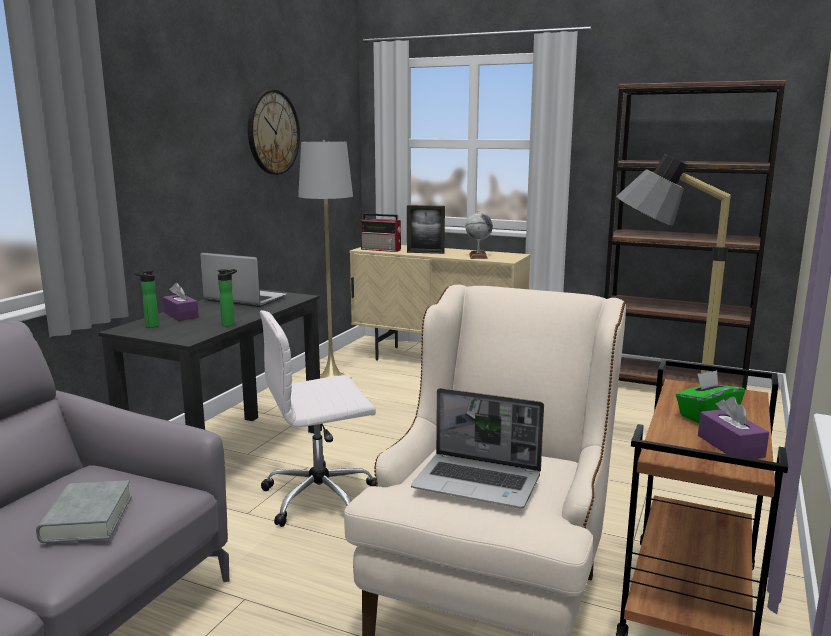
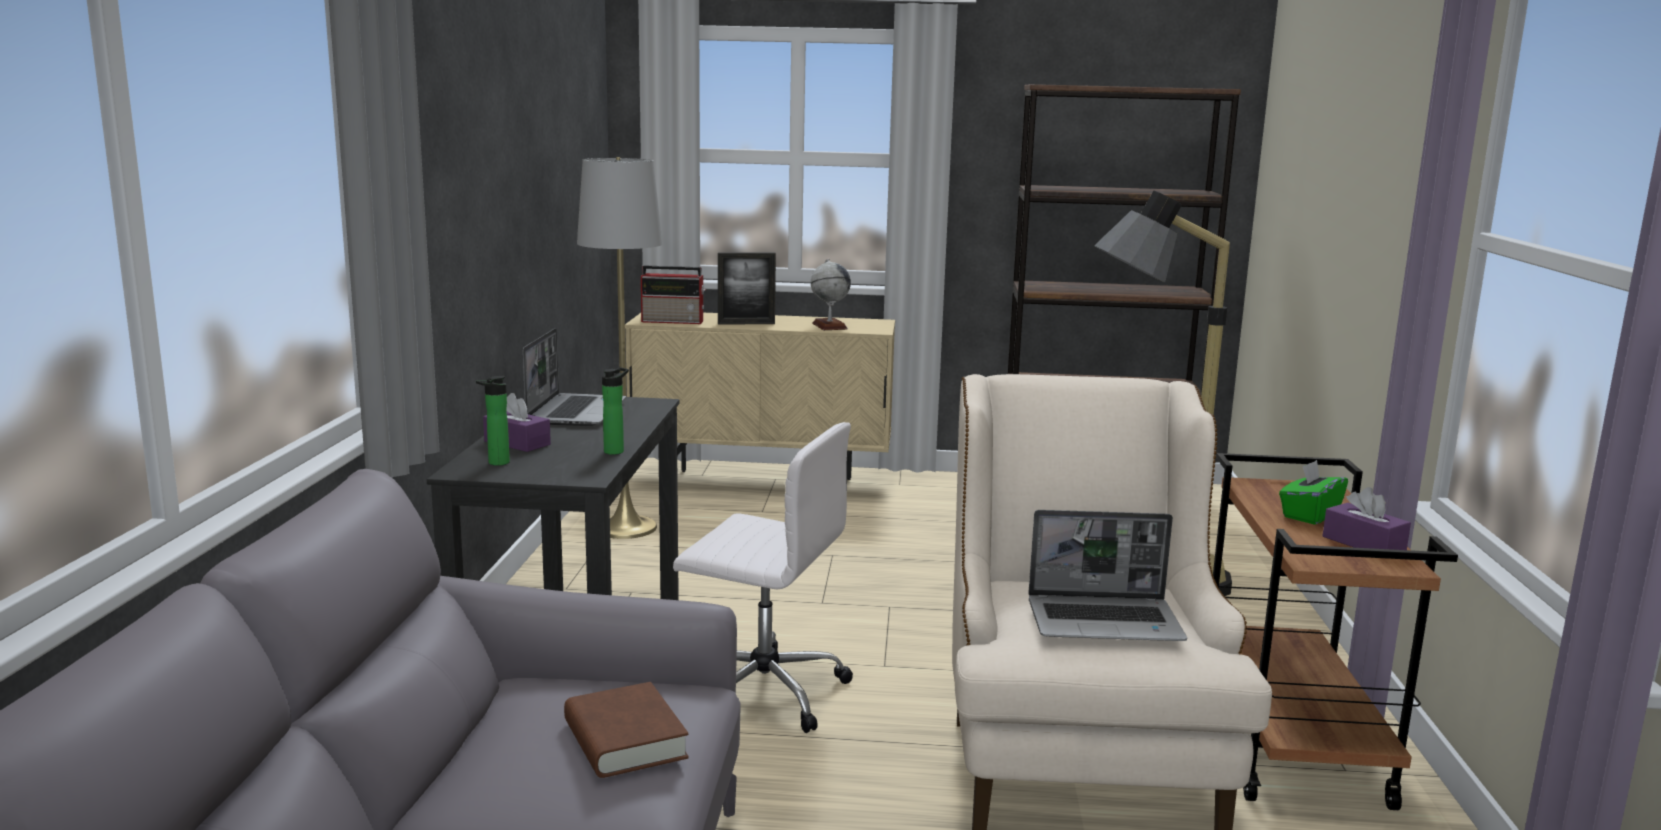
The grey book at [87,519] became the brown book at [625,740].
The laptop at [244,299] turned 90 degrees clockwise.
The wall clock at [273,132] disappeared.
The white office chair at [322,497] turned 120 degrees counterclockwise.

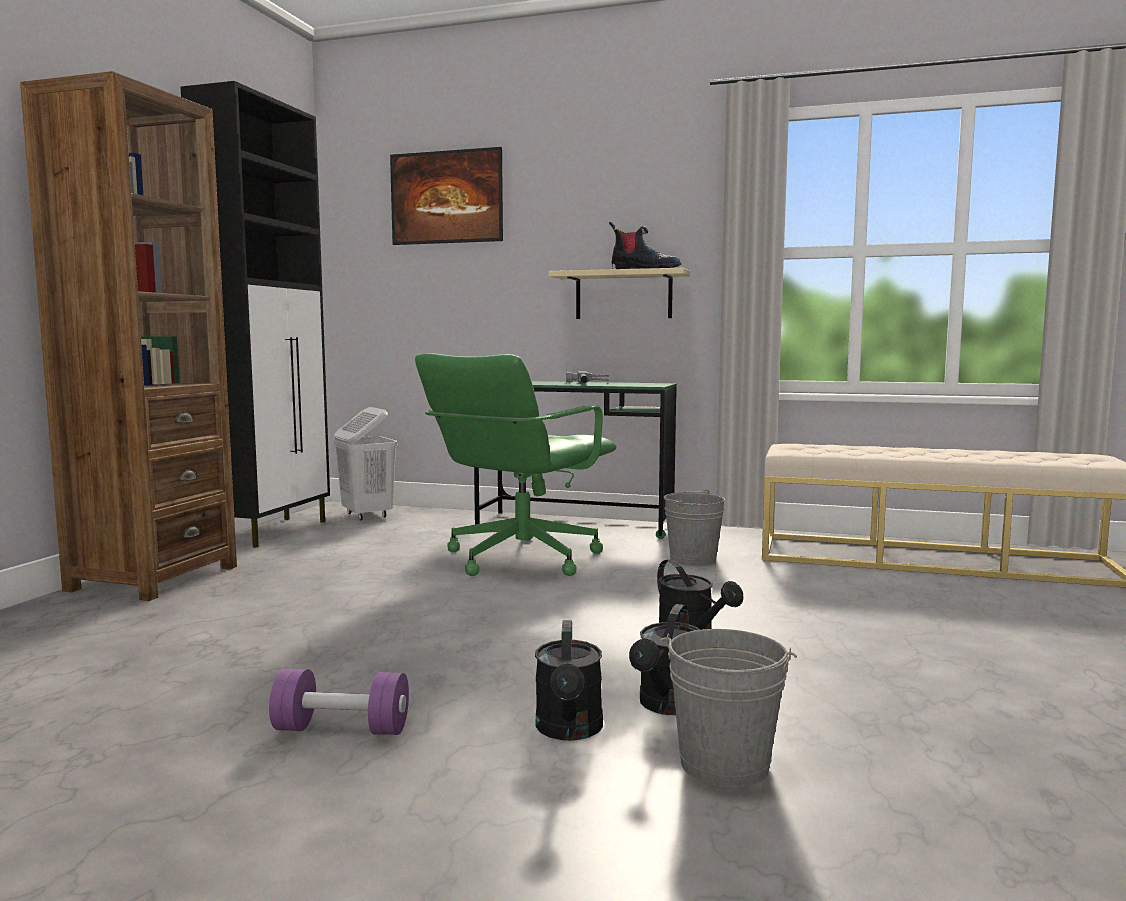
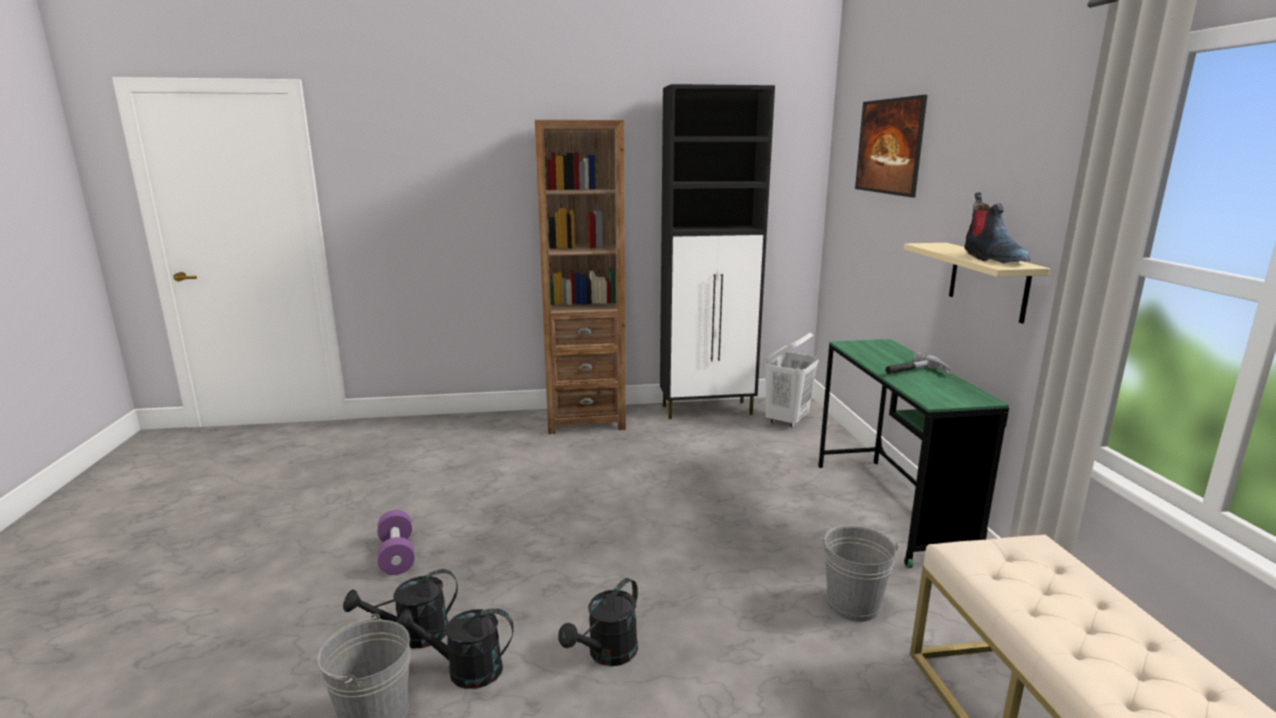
The green office chair at [520,559] disappeared.

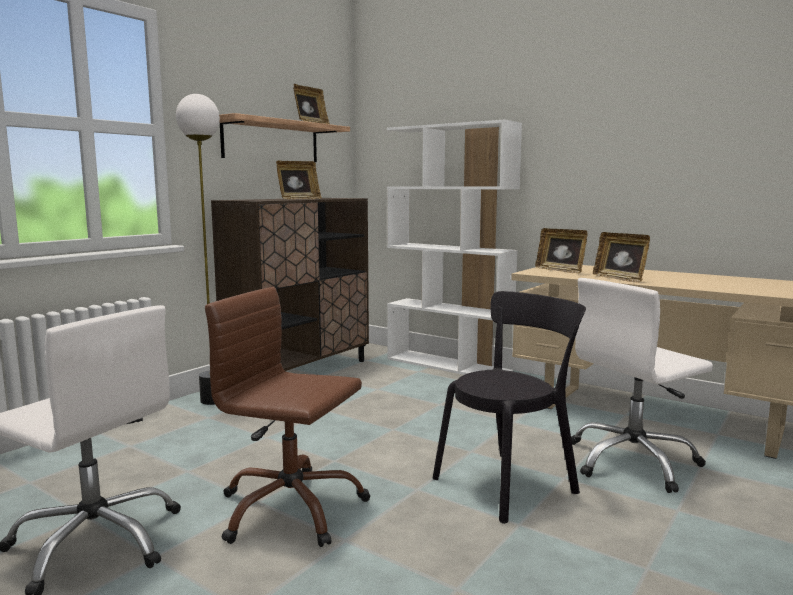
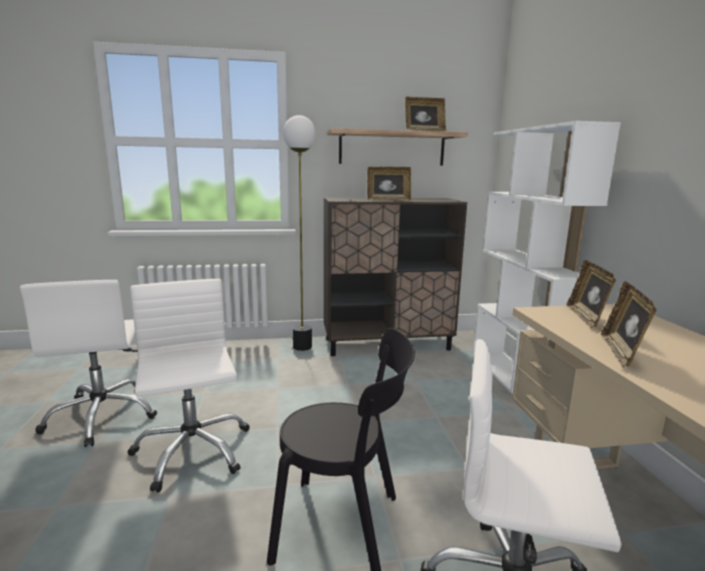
The brown office chair at [290,509] became the white office chair at [192,451].

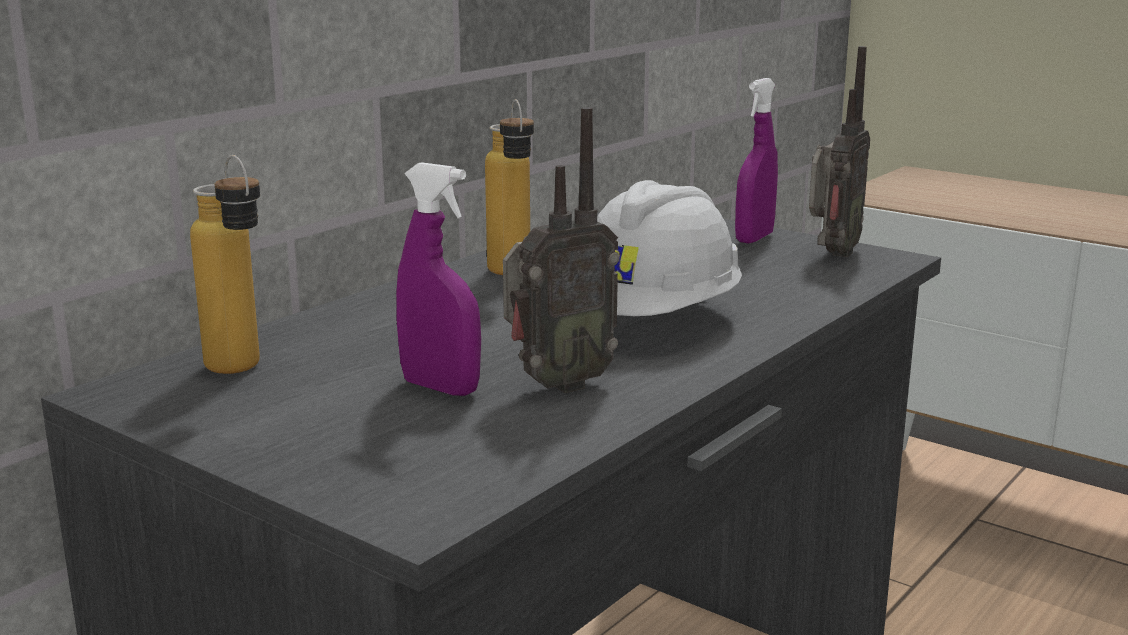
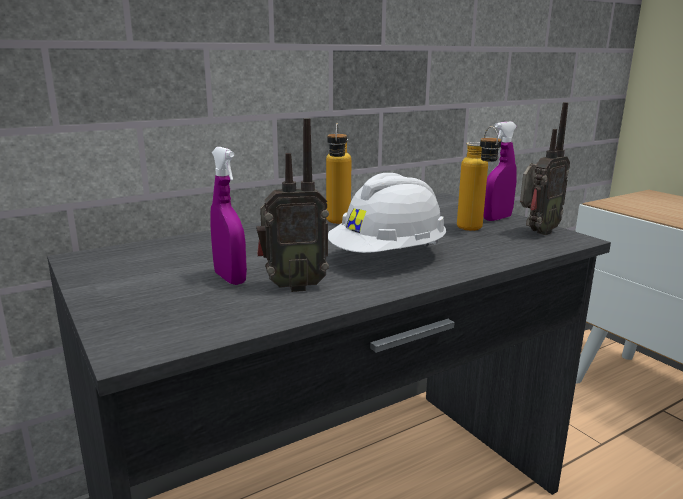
The bottle moved from [242,372] to [475,230].

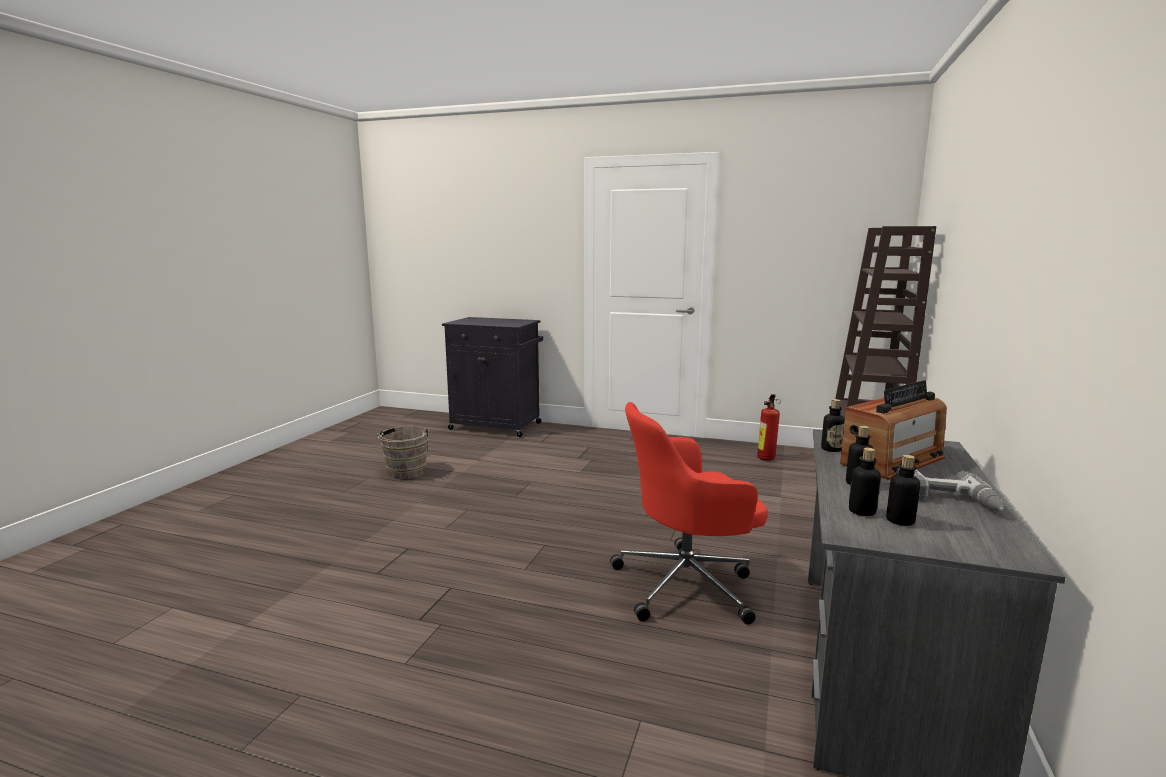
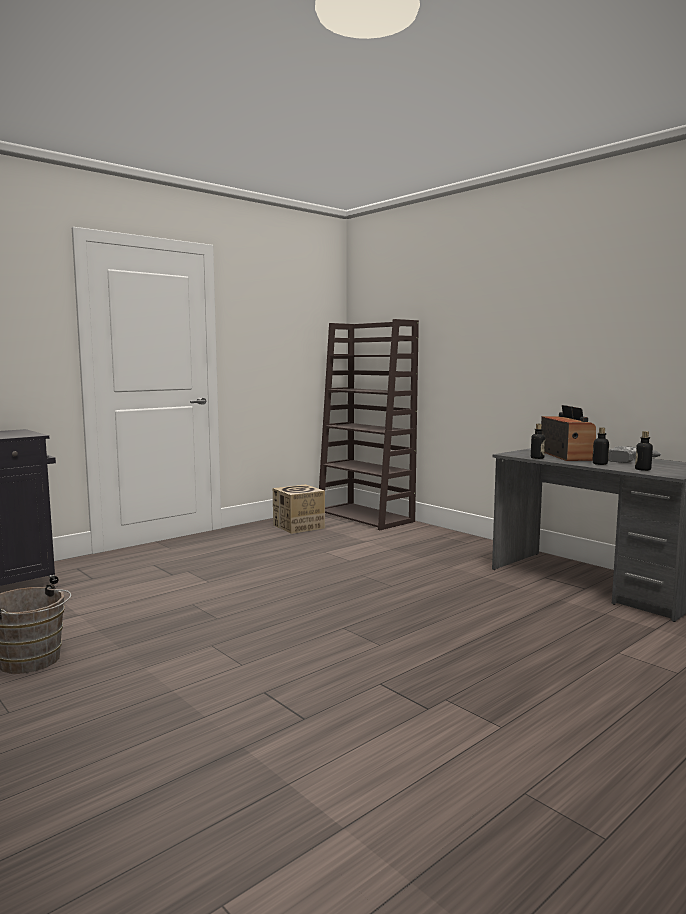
The red office chair at [687,585] disappeared.
The fire extinguisher at [766,459] was replaced by the cardboard box at [298,526].
The bottle at [900,521] disappeared.

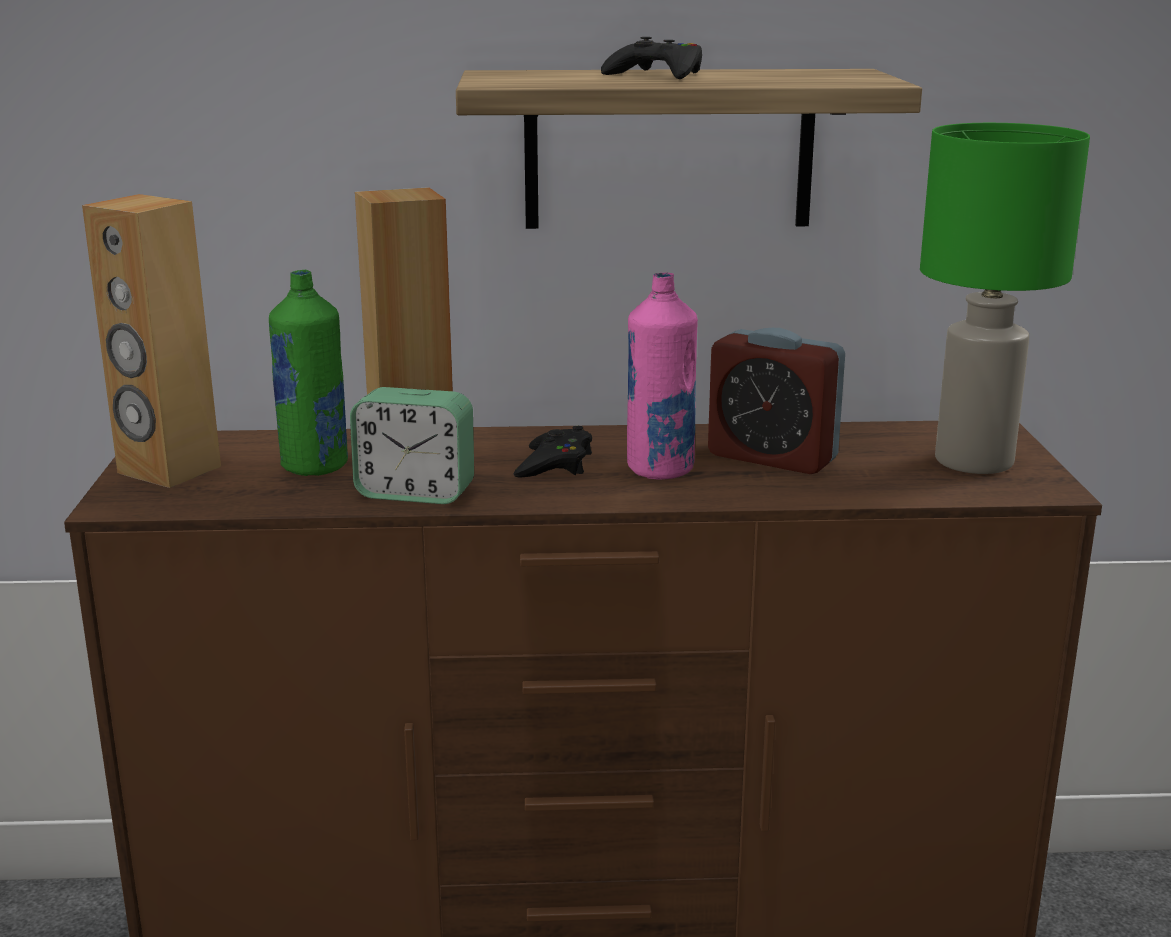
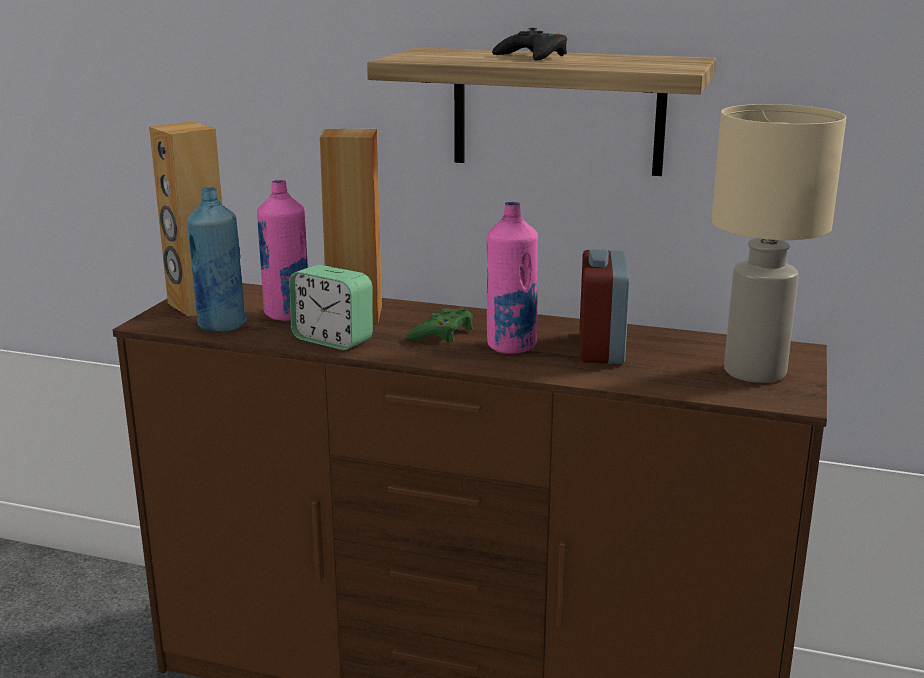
The green bottle at [314,466] became the pink bottle at [287,314].
The black game controller at [555,464] became the green game controller at [442,333].
The alarm clock at [772,457] turned 45 degrees clockwise.
The green table lamp at [971,461] became the beige table lamp at [753,371].
The blue bottle at [221,325] appeared.

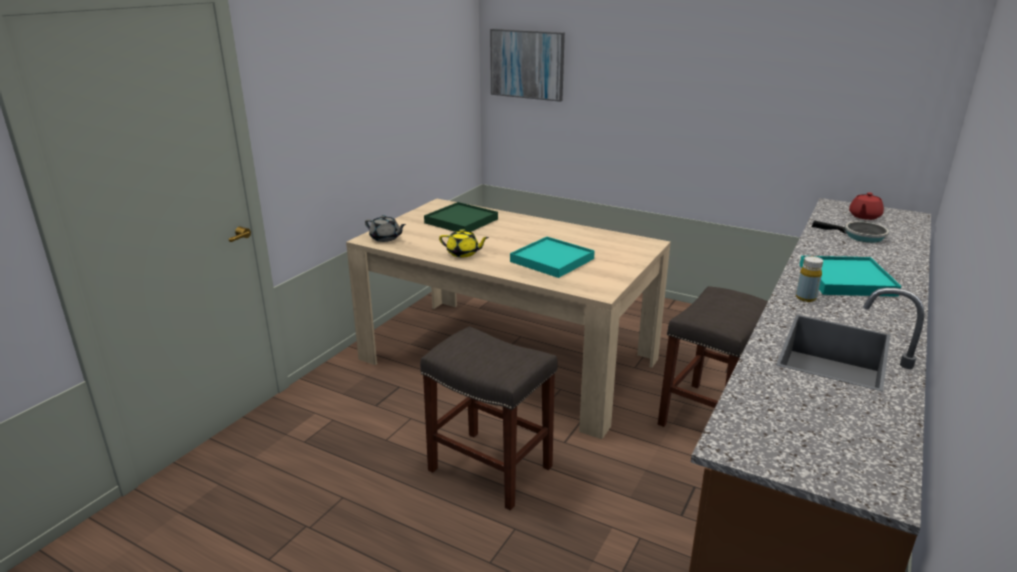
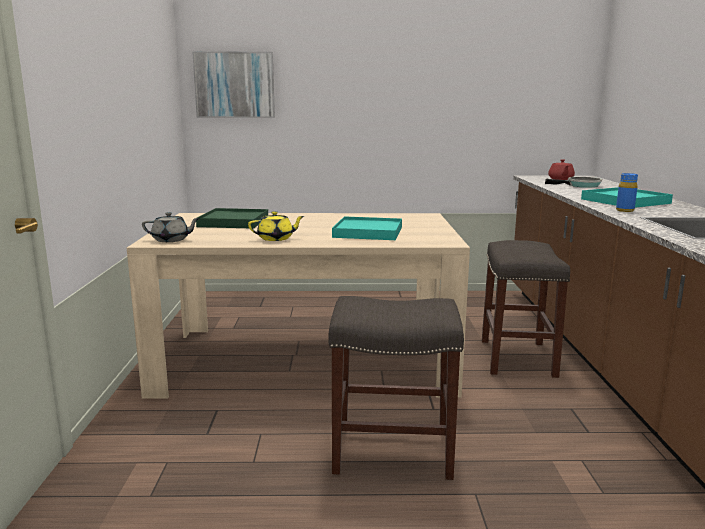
The yellow bottle at [805,298] became the blue bottle at [625,210].

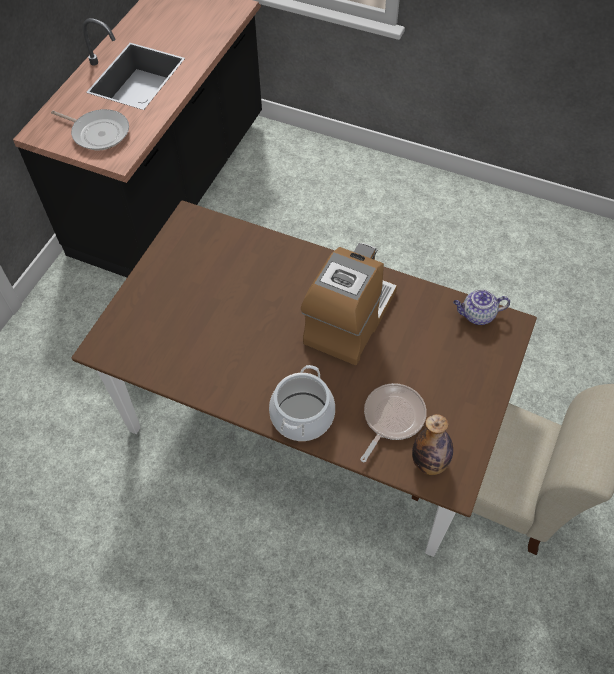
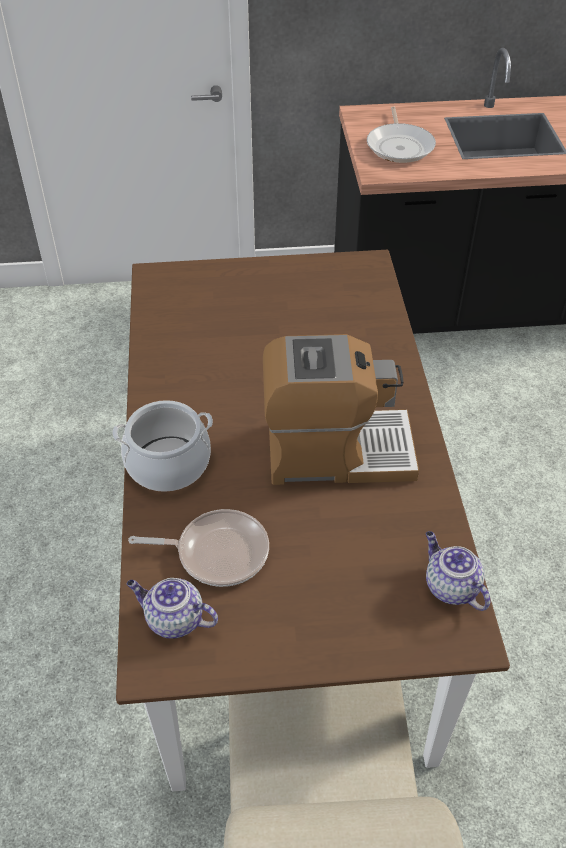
The bottle at [429,462] was replaced by the teapot at [173,620].

